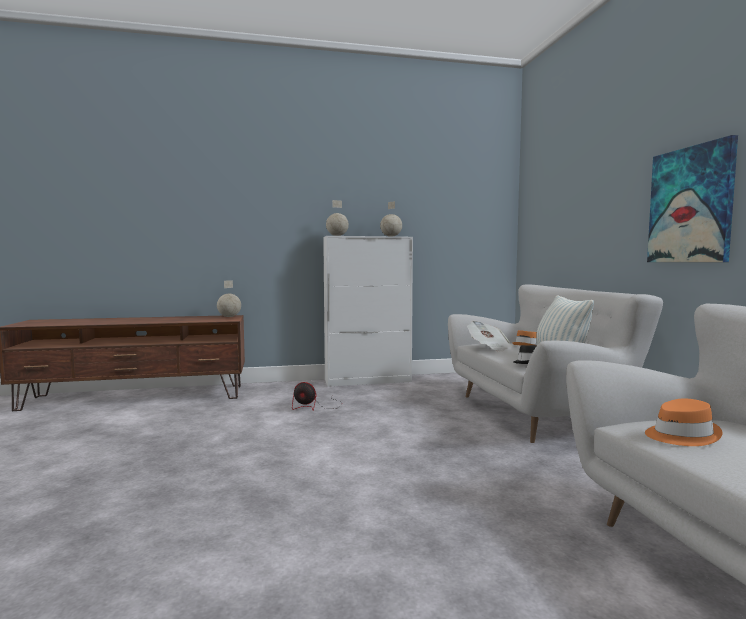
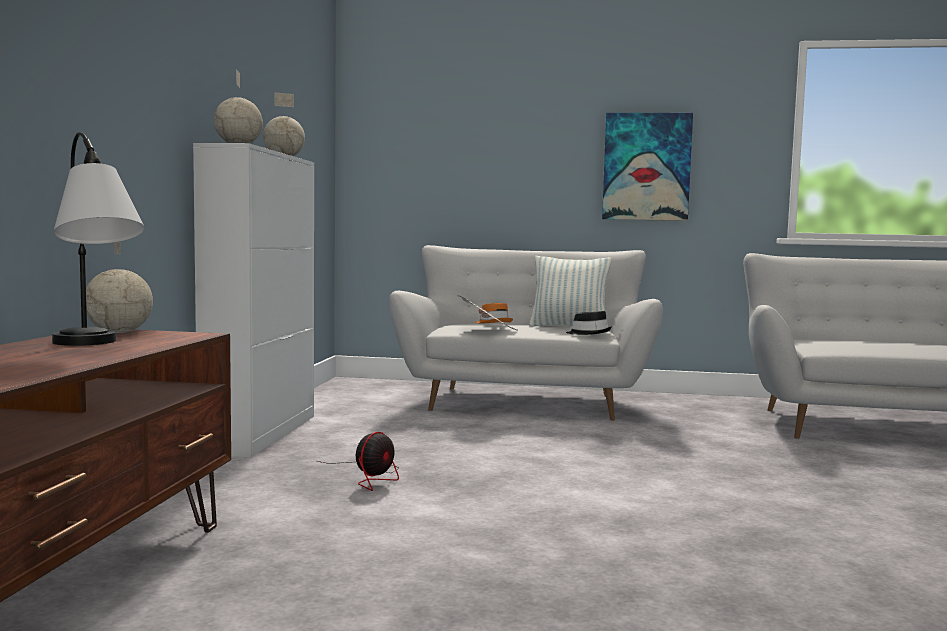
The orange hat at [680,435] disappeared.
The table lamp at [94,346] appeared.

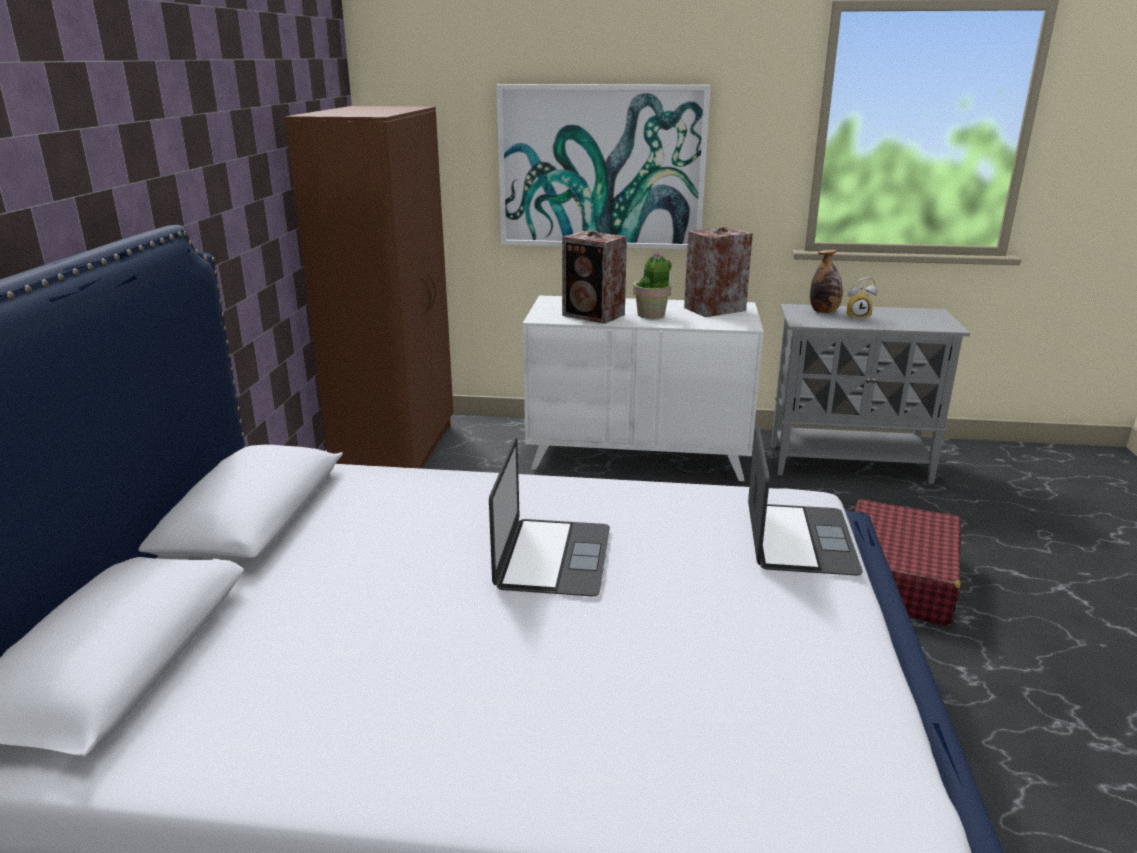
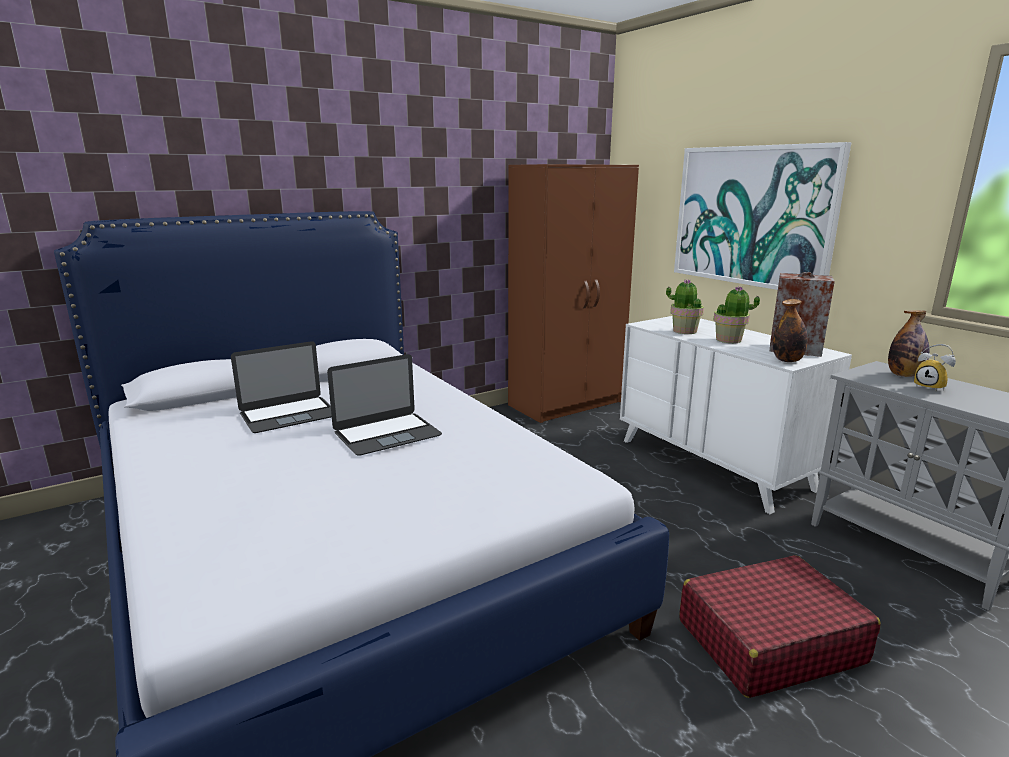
The speaker at [594,315] was replaced by the potted plant at [684,331].
The laptop moved from [799,539] to [289,414].
The bottle at [787,360] appeared.

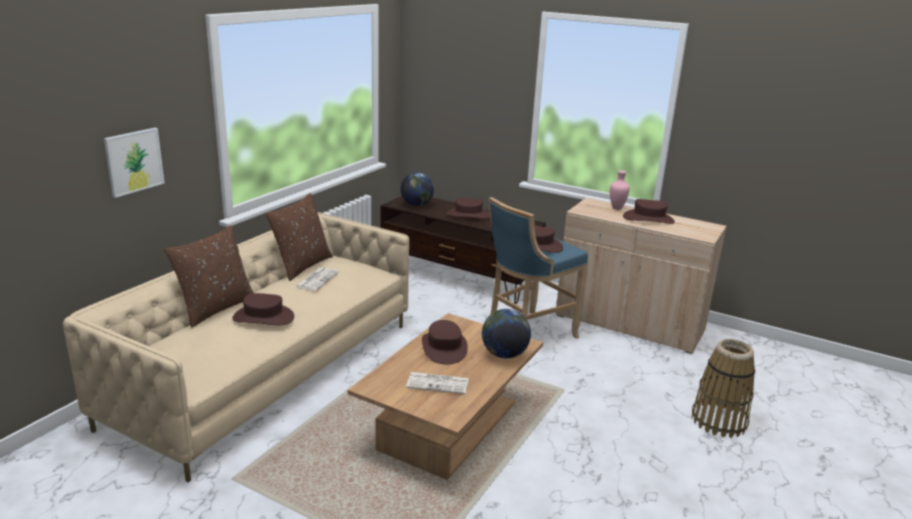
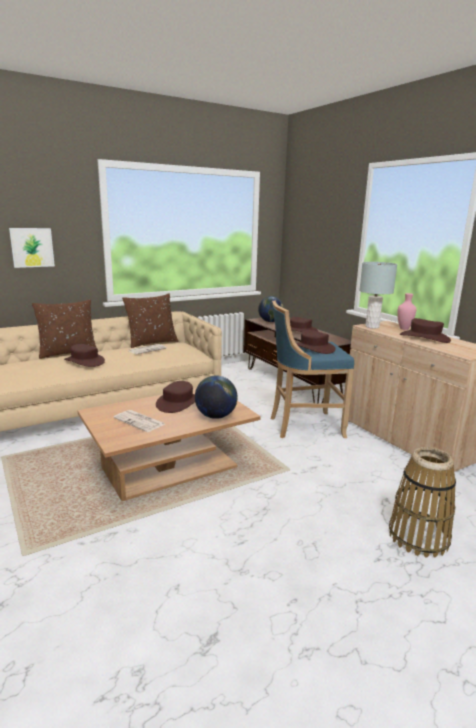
The grey table lamp at [372,326] appeared.

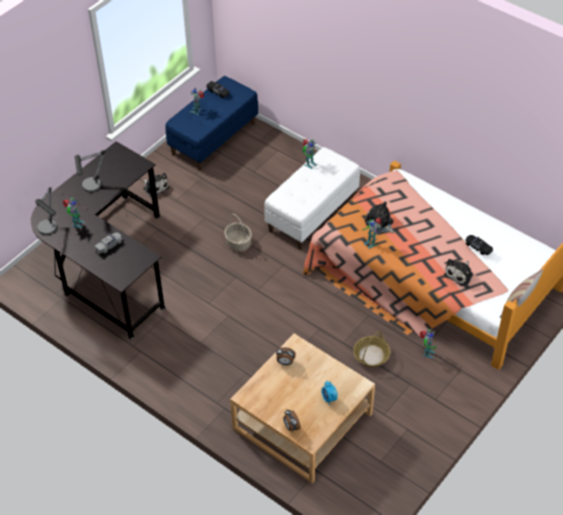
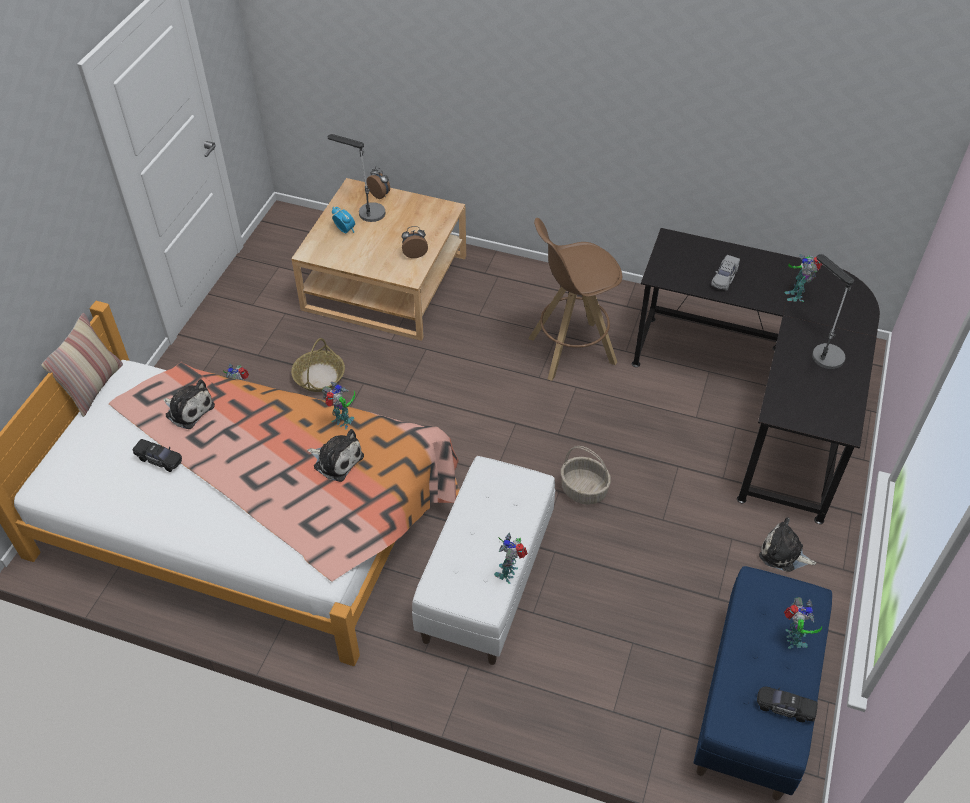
The table lamp moved from [50,231] to [365,210].
The plush toy at [459,274] turned 105 degrees clockwise.
The brown stool at [570,350] appeared.

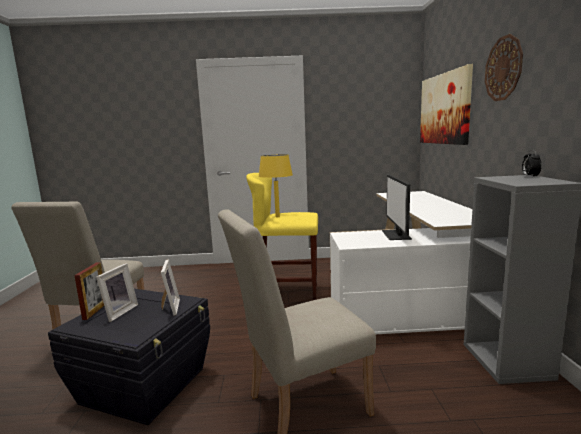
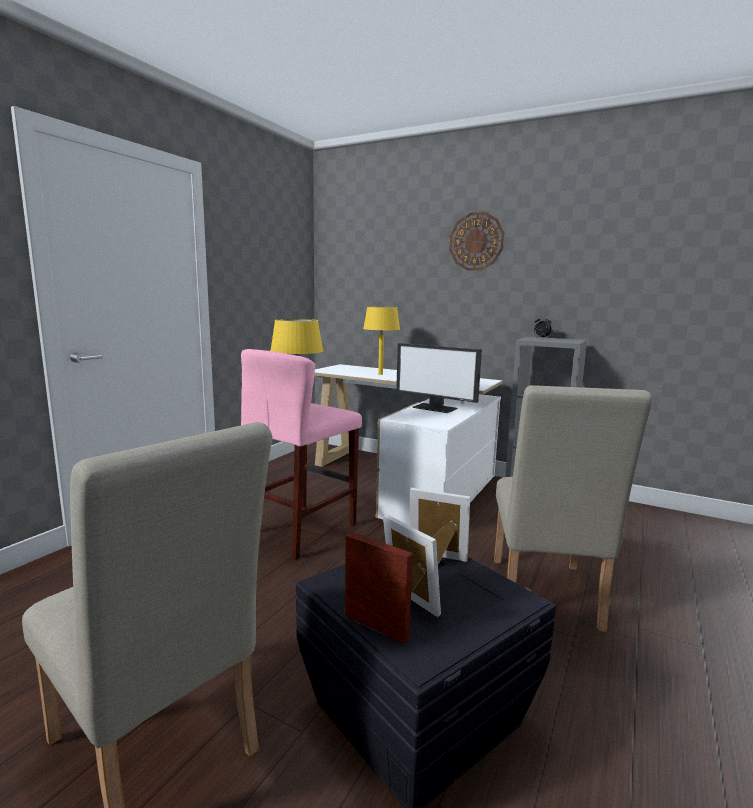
The yellow stool at [287,295] became the pink stool at [300,529].
The picture at [444,109] disappeared.
The yellow table lamp at [380,374] appeared.

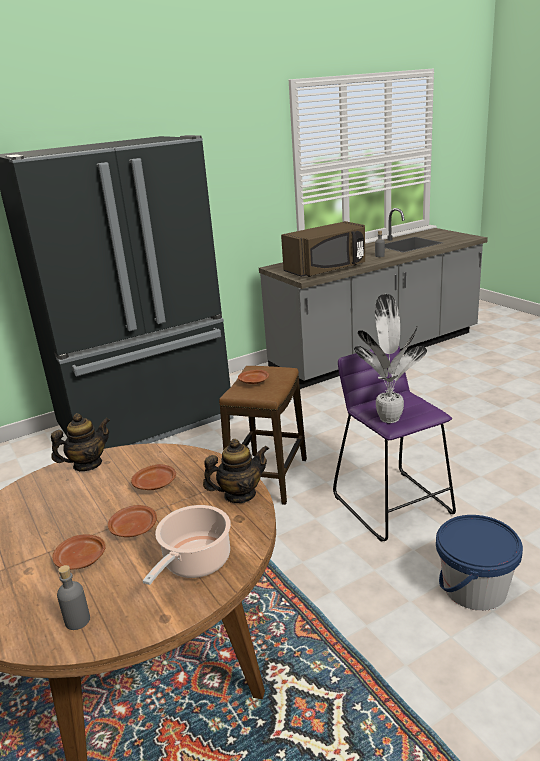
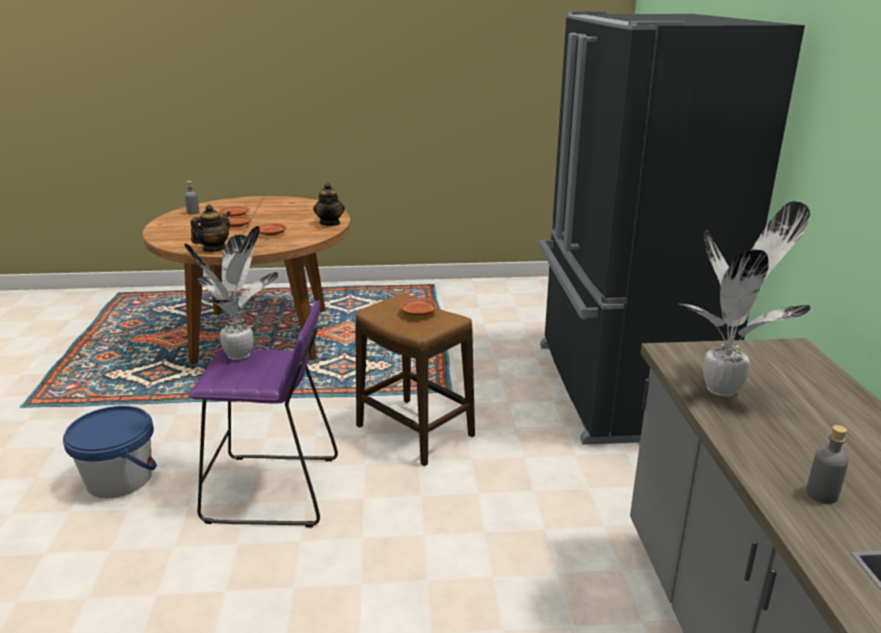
The cooking pot at [195,563] disappeared.
The teapot at [239,495] turned 150 degrees counterclockwise.
The brown microwave at [327,269] was replaced by the potted plant at [724,389].

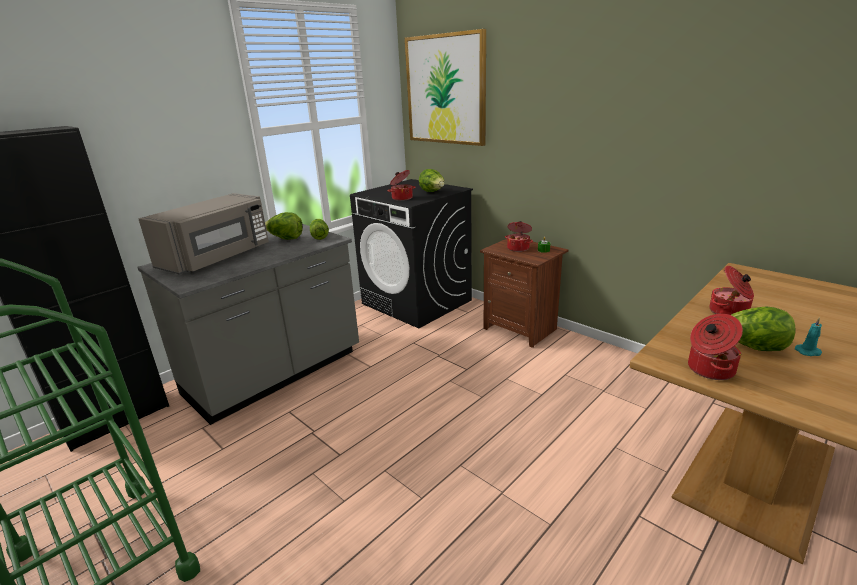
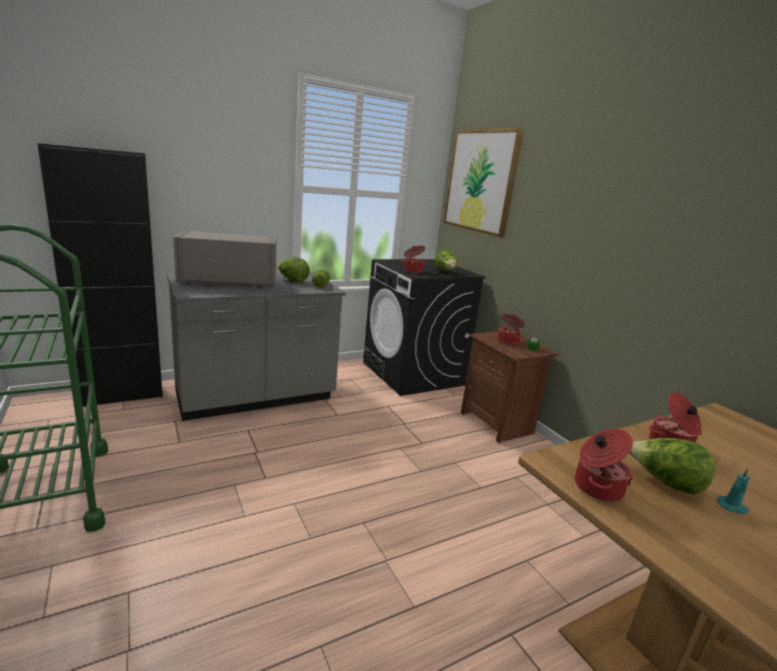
The grey microwave at [218,258] turned 150 degrees counterclockwise.

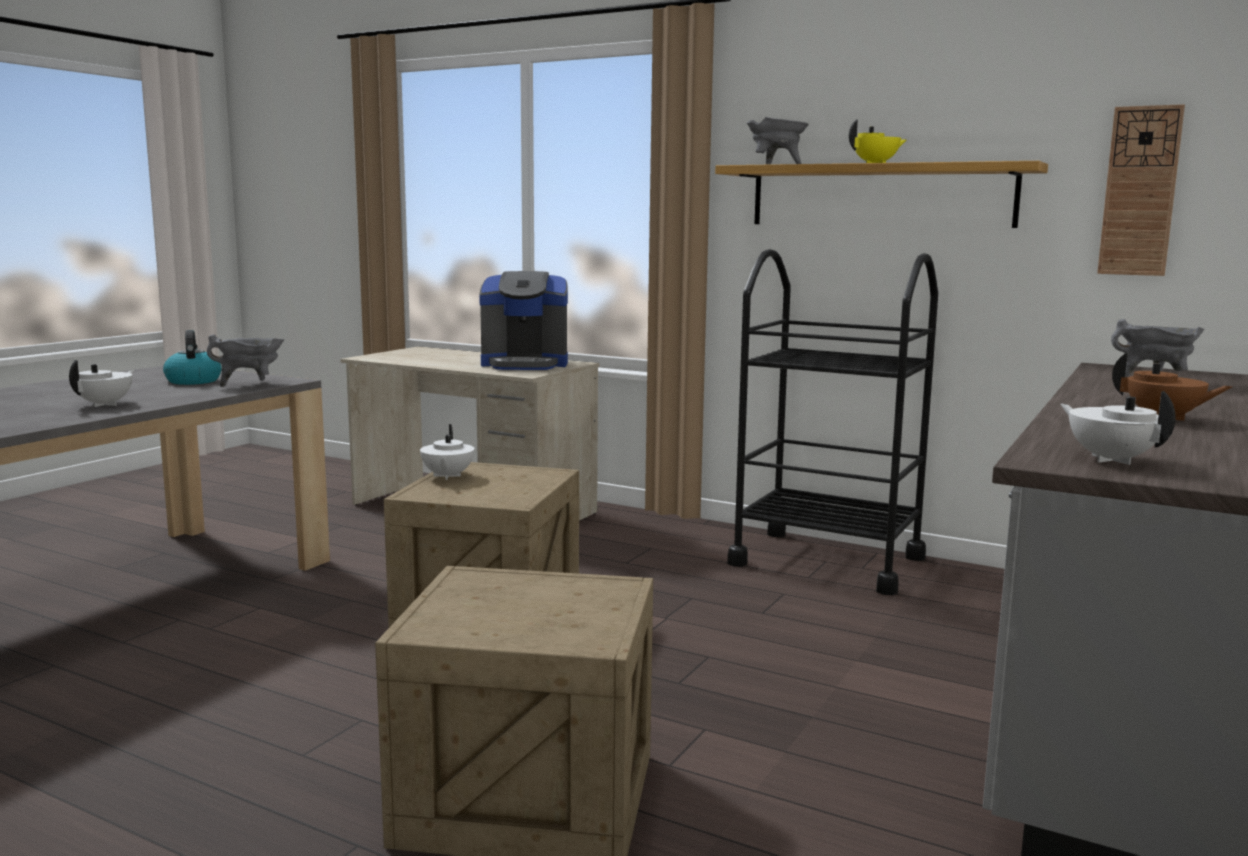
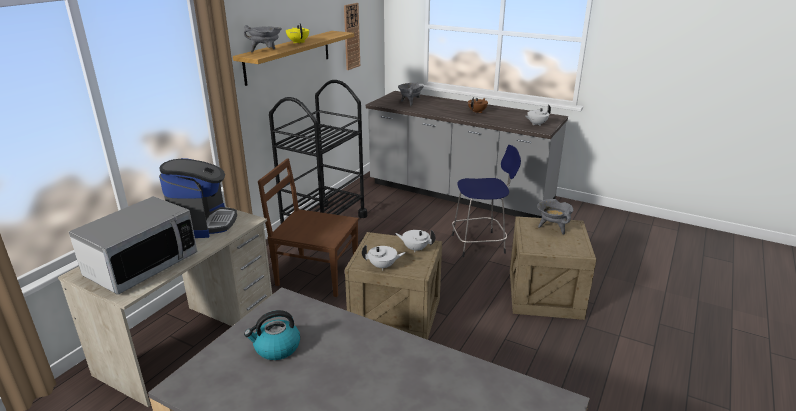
The white teapot moved from [105,404] to [415,248].
The grey cooking pot moved from [251,385] to [552,228].
The microwave at [142,265] appeared.
The brown chair at [315,274] appeared.
The blue stool at [480,244] appeared.

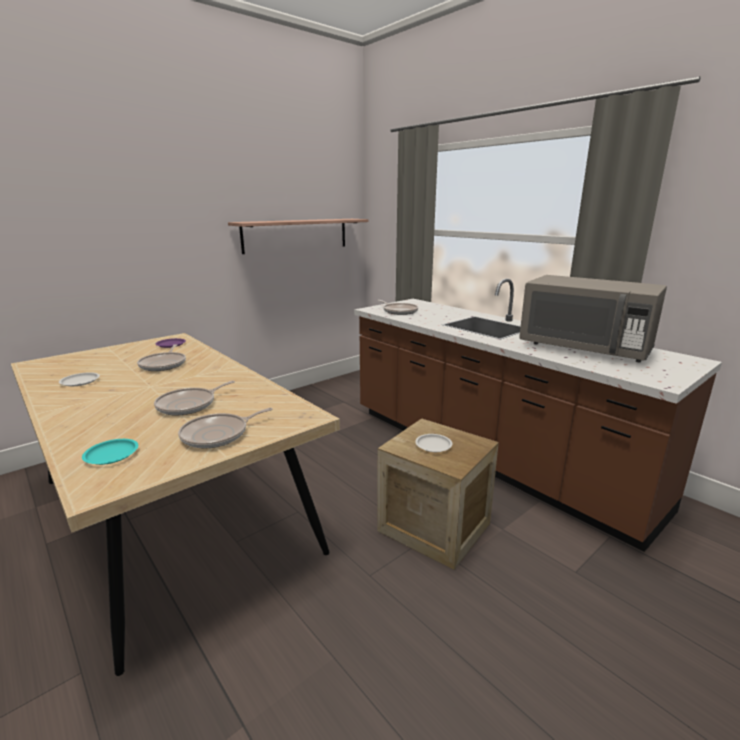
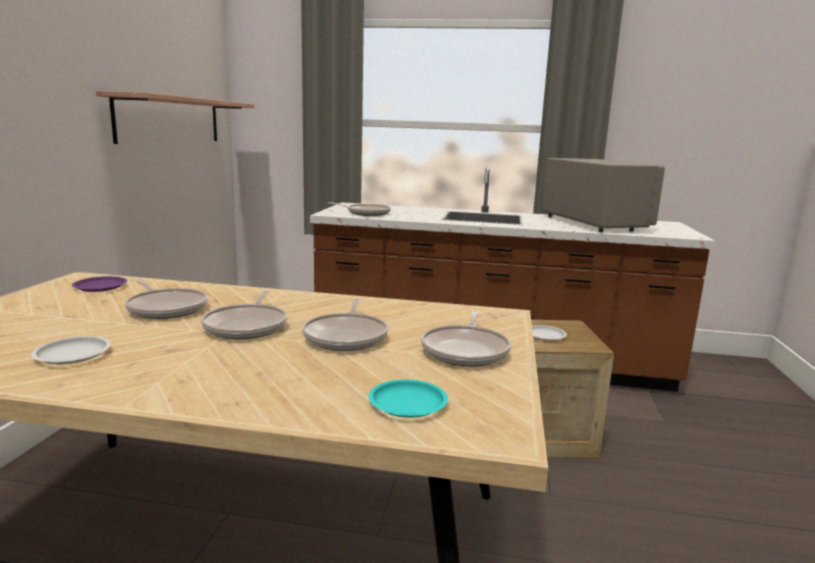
The grey microwave at [584,348] turned 105 degrees counterclockwise.
The frying pan at [247,326] appeared.

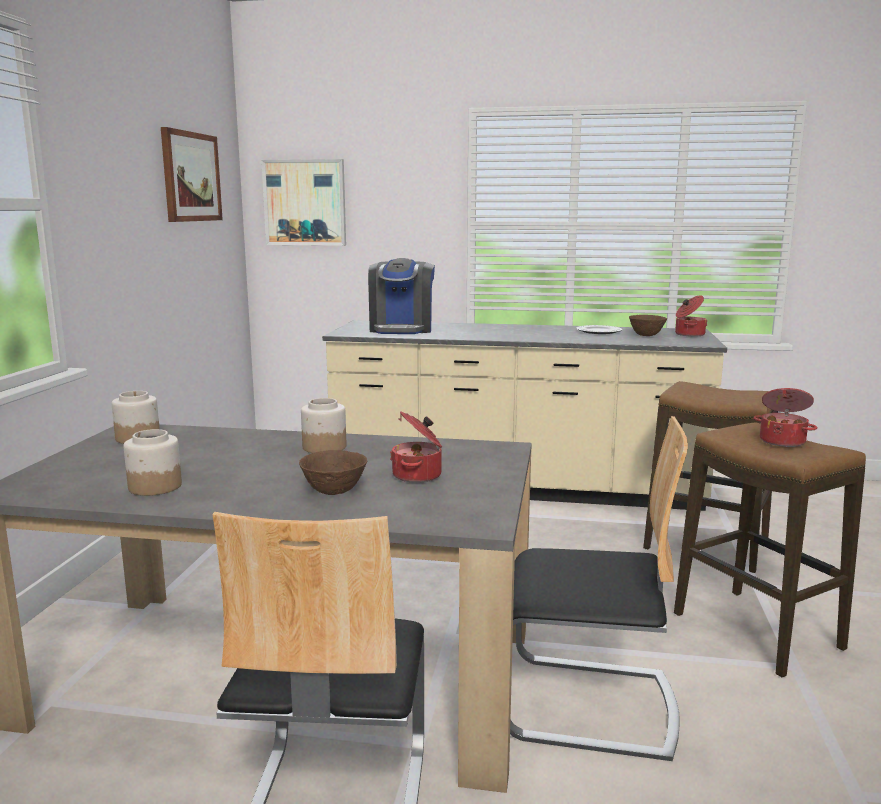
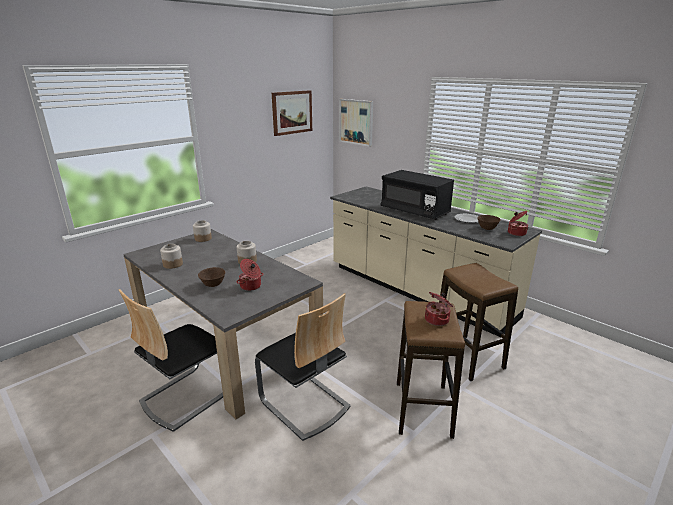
The coffee machine at [401,329] disappeared.
The black microwave at [415,211] appeared.

